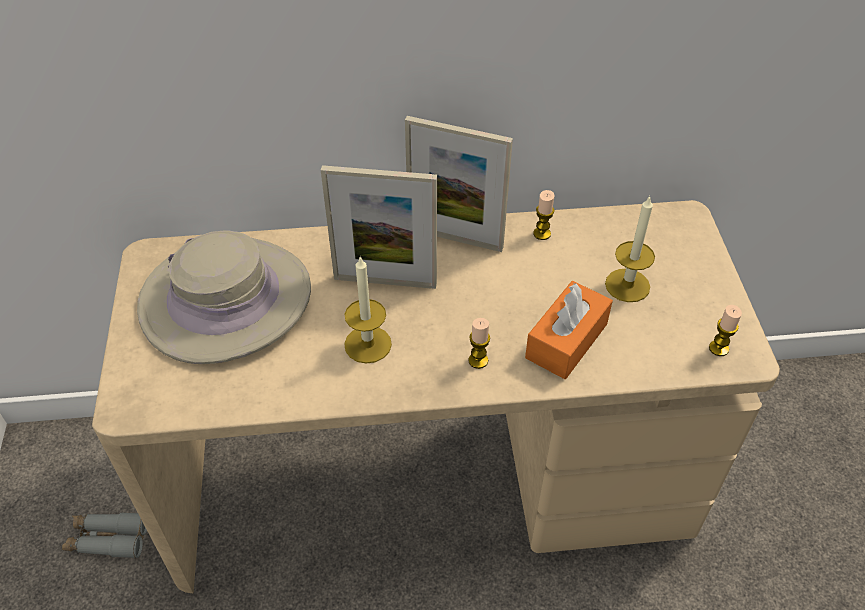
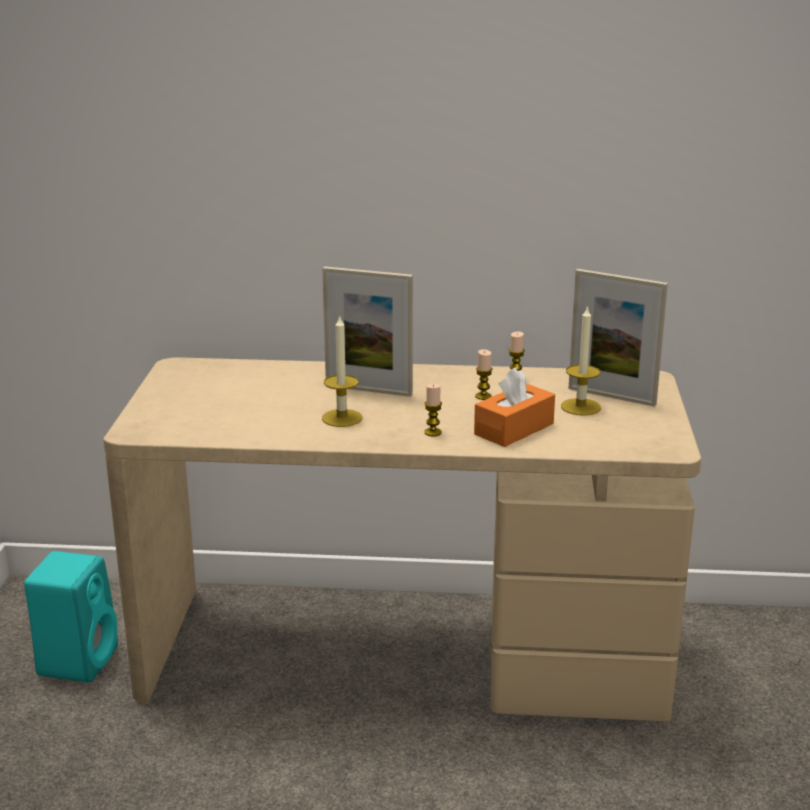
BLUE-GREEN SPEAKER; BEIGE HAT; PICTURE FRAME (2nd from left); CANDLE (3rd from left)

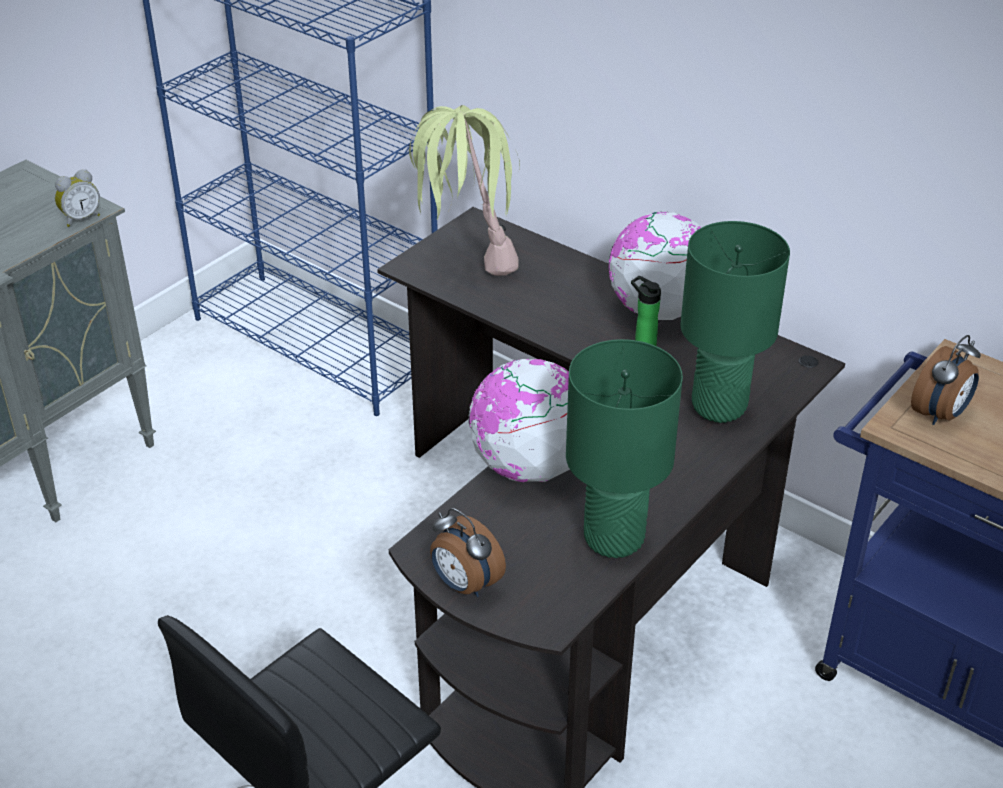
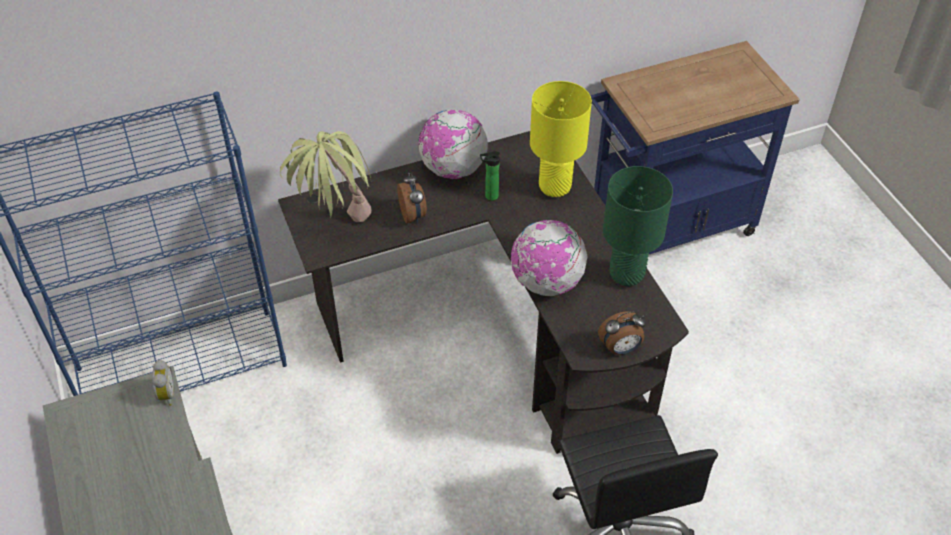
YELLOW-COLOURED TABLE LAMP; BEDSIDE CLOCK (2nd from left)

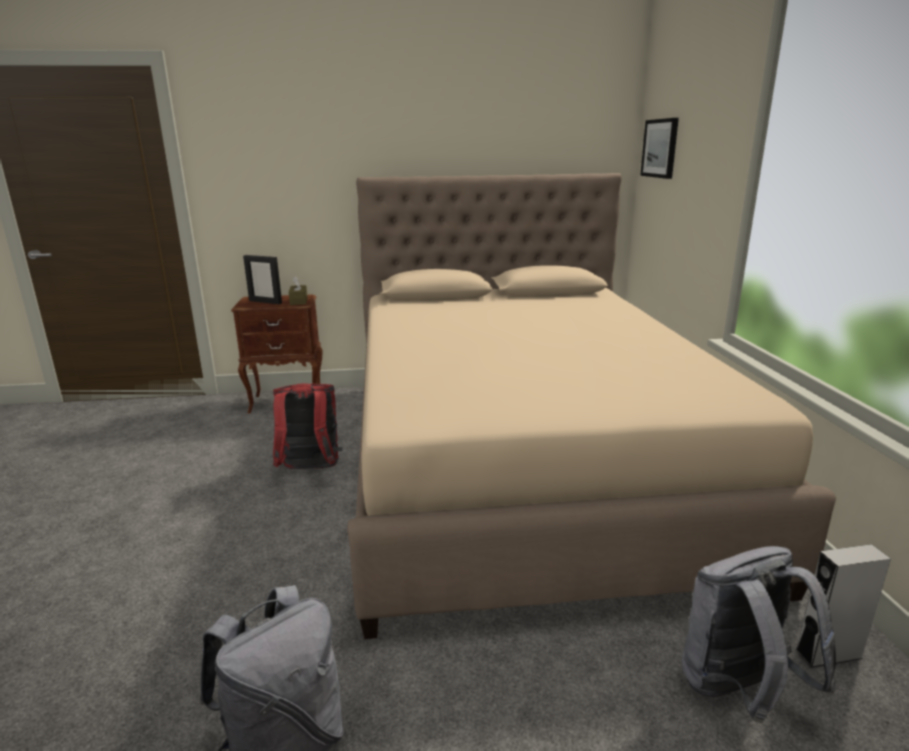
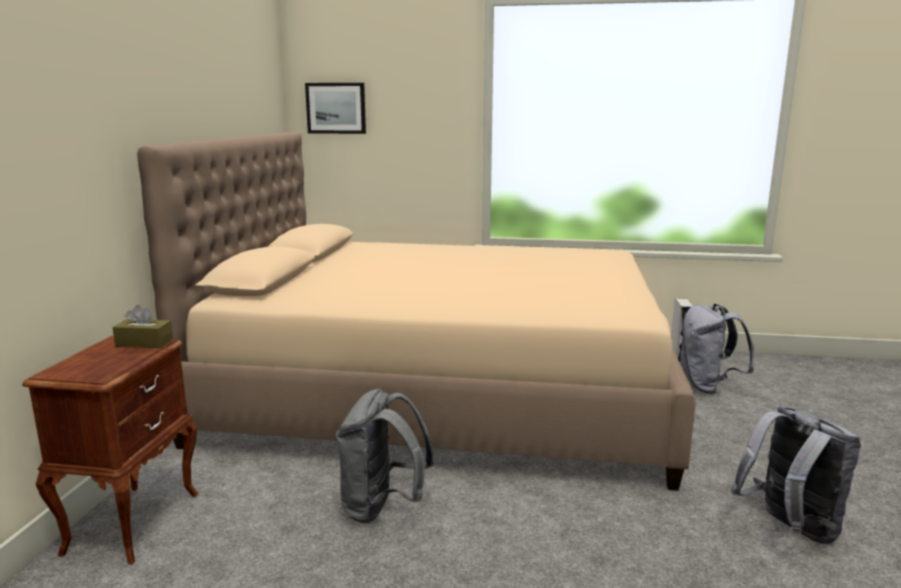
PICTURE FRAME; GRAY KNAPSACK (1st from left)

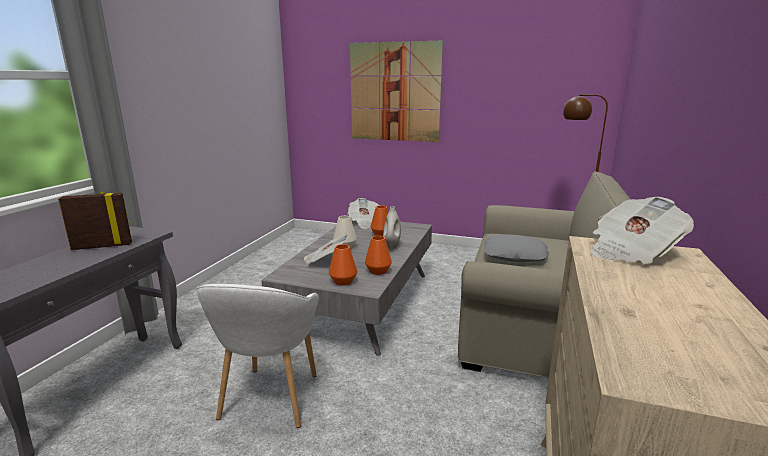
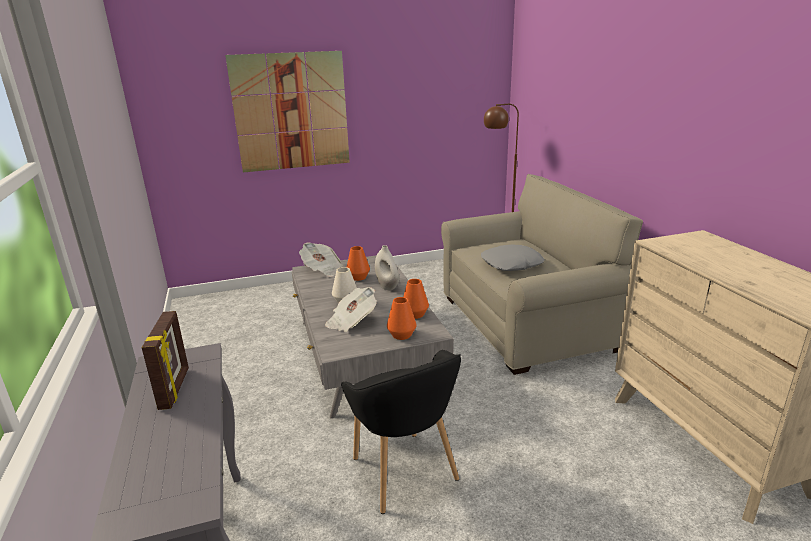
PICTURE FRAME; BLACKISH ARMCHAIR; PRINTED PAPER (3rd from left in the first image)

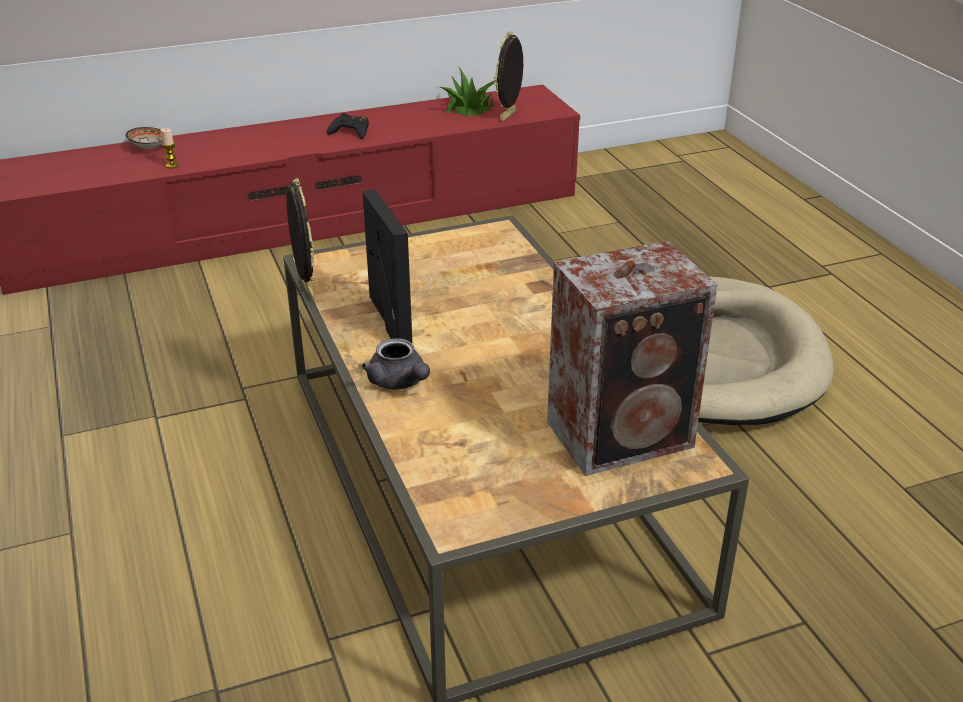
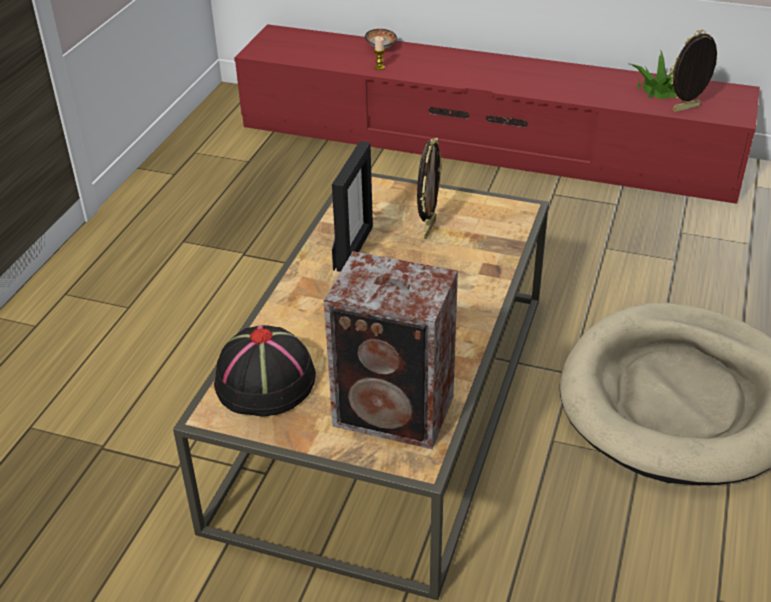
PICTURE FRAME (2nd from left); BLACKISH GAME CONTROLLER; GRAY TEA POT; BLACKISH HAT

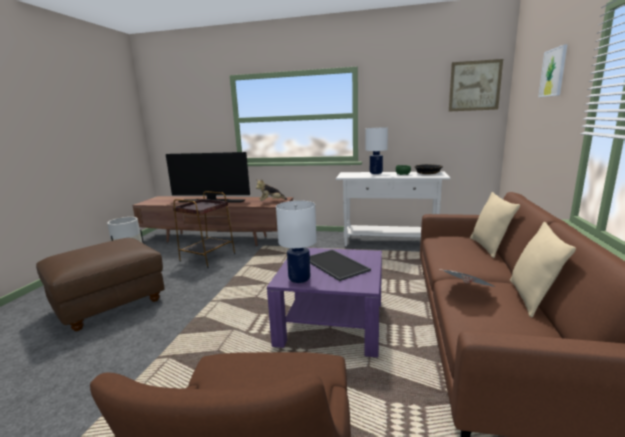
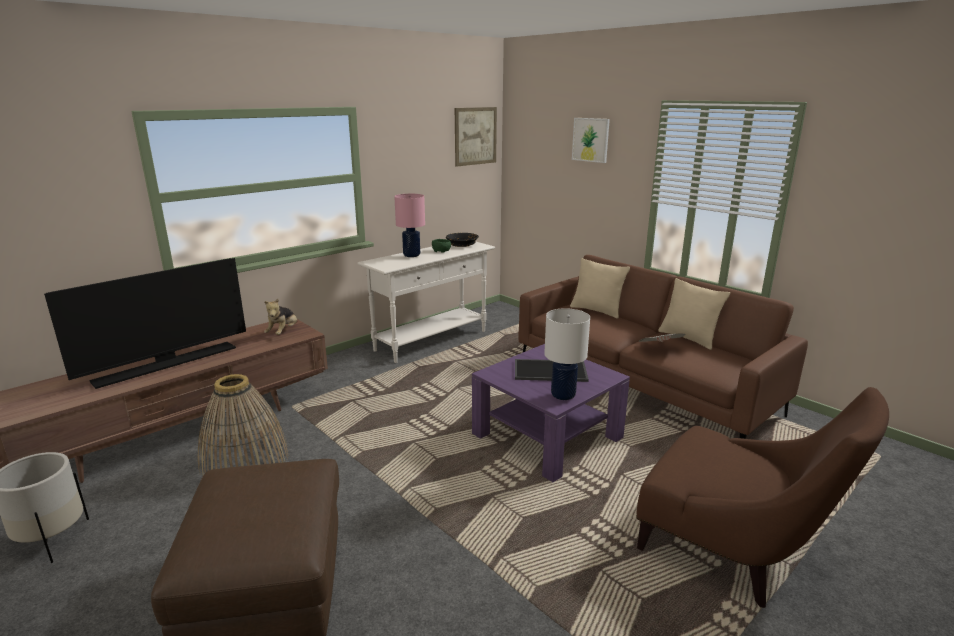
STORAGE BASKET; PINK TABLE LAMP

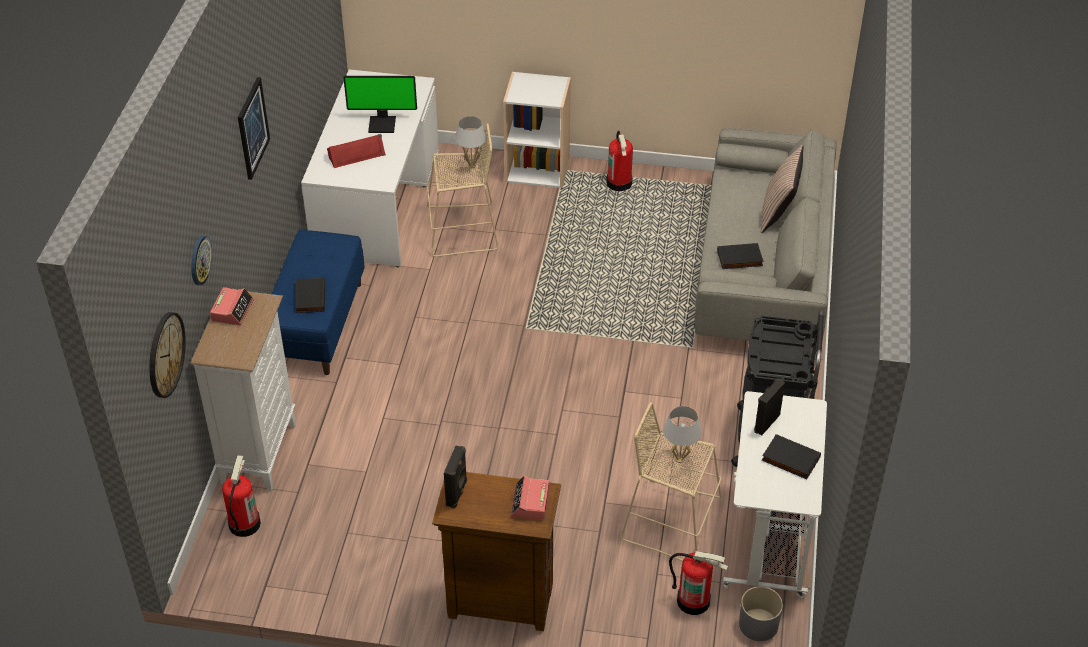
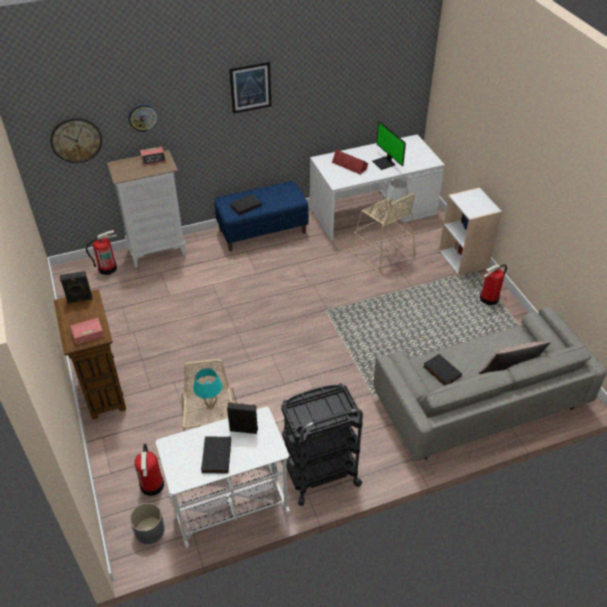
BLUE-GREEN TABLE LAMP

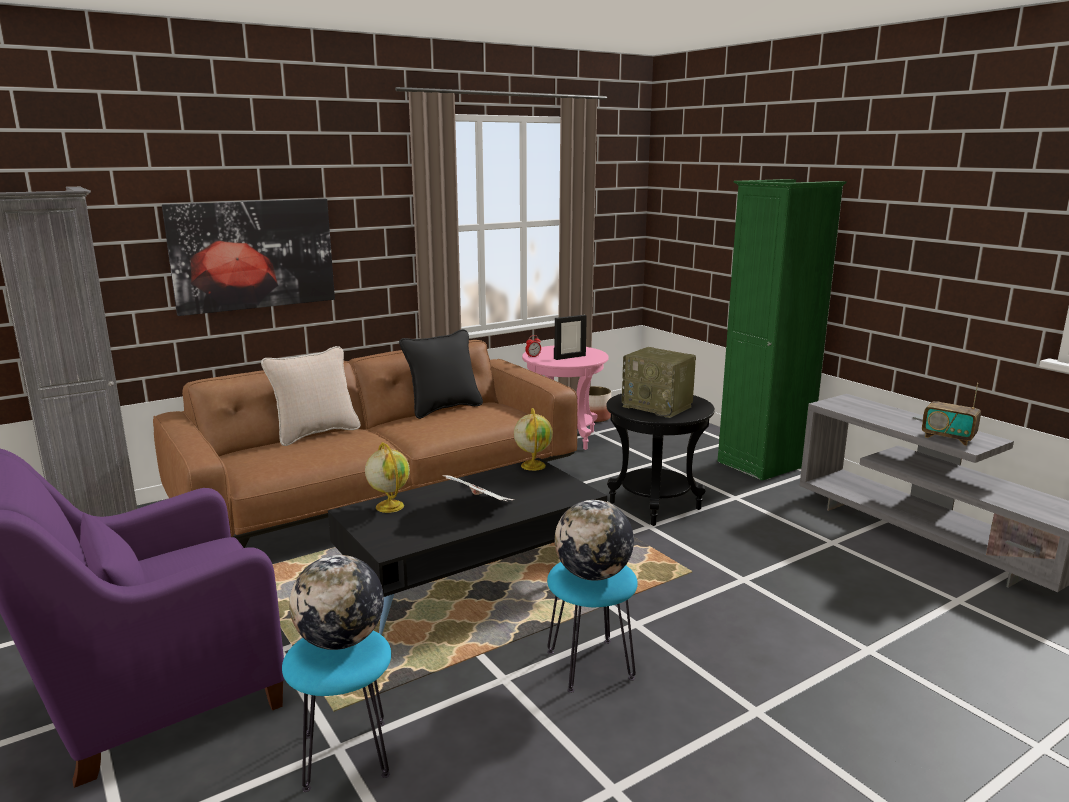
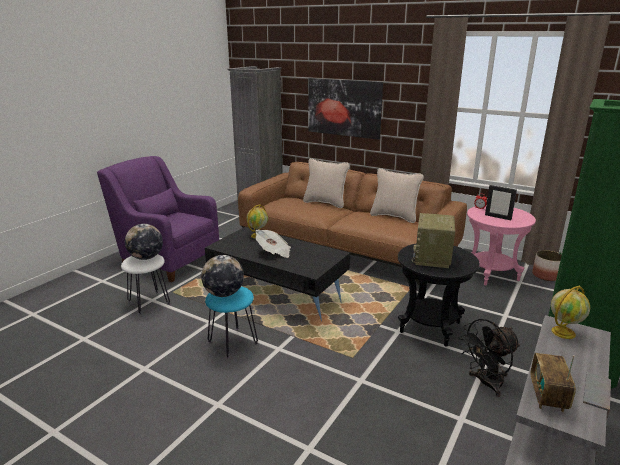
WHITISH STOOL; BEIGE THROW PILLOW (2nd from left); DESK GLOBE (4th from left); BLACKISH FAN

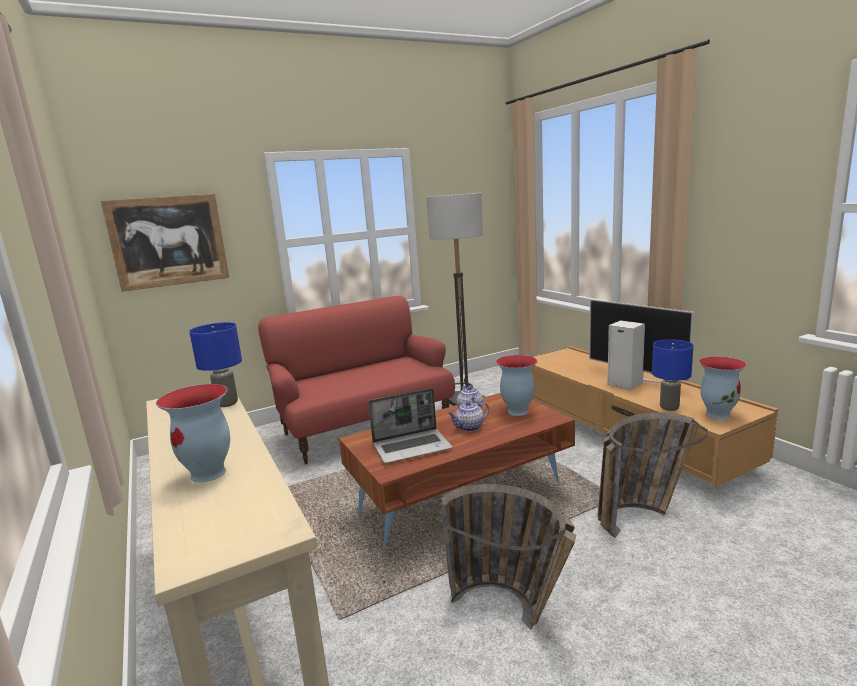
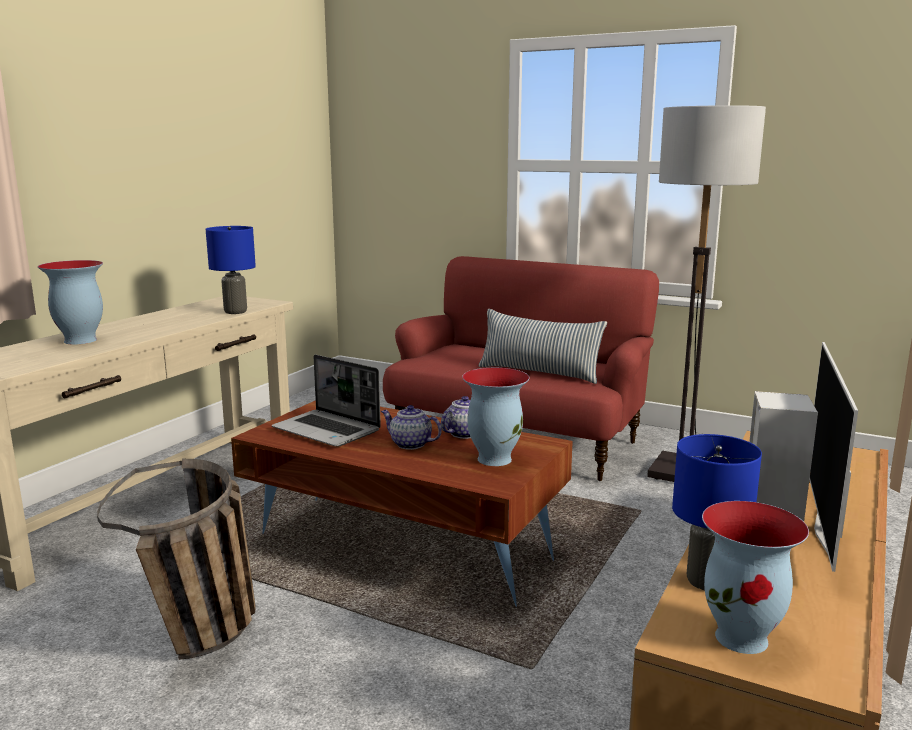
WALL ART; STORAGE BASKET (2nd from left in the first image); THROW PILLOW

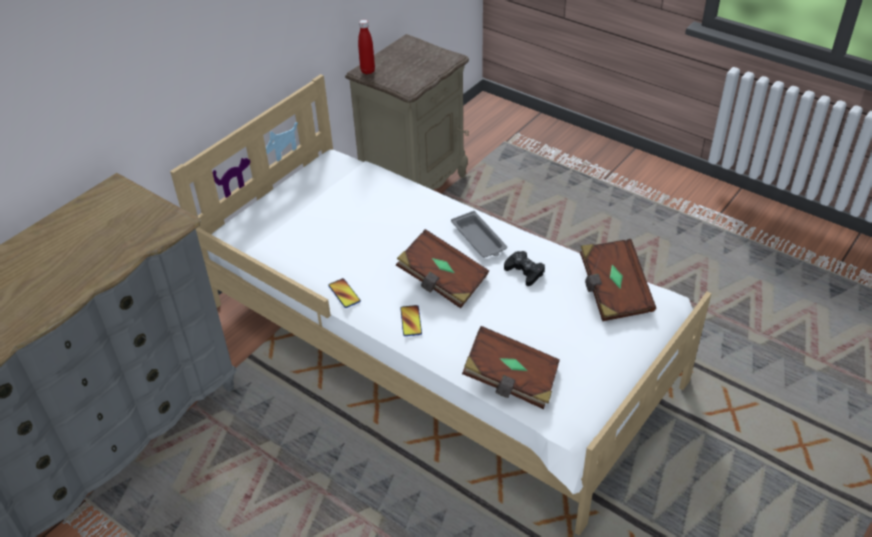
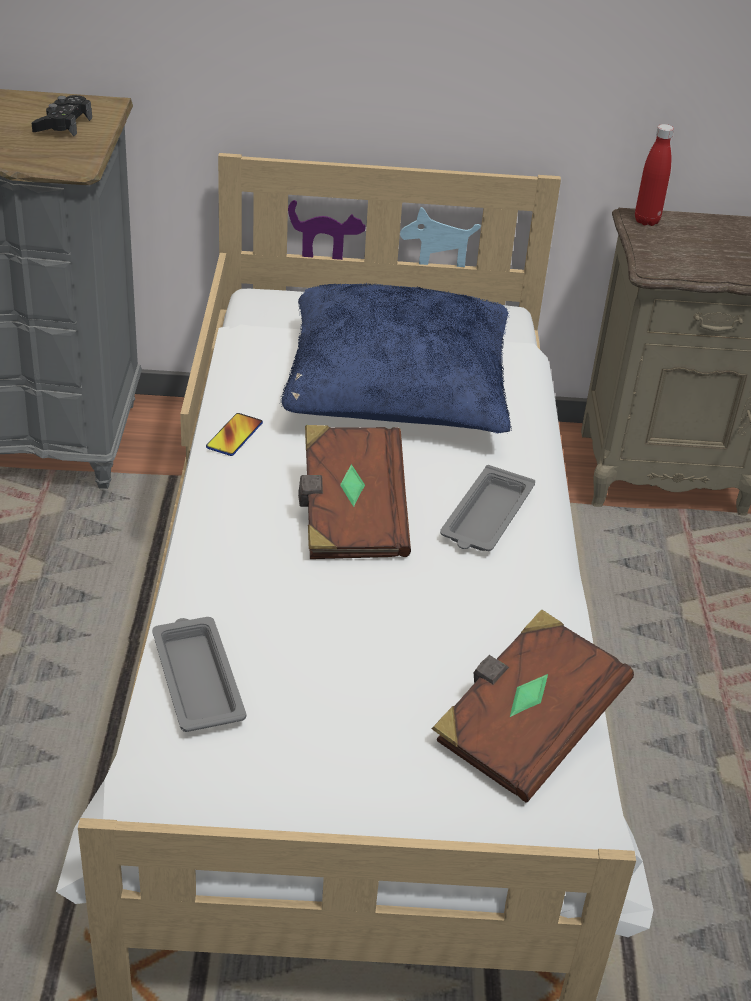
HANDSET (2nd from left in the first image); GRAY TRAY (1st from left); BLACKISH GAME CONTROLLER; BLUE THROW PILLOW

